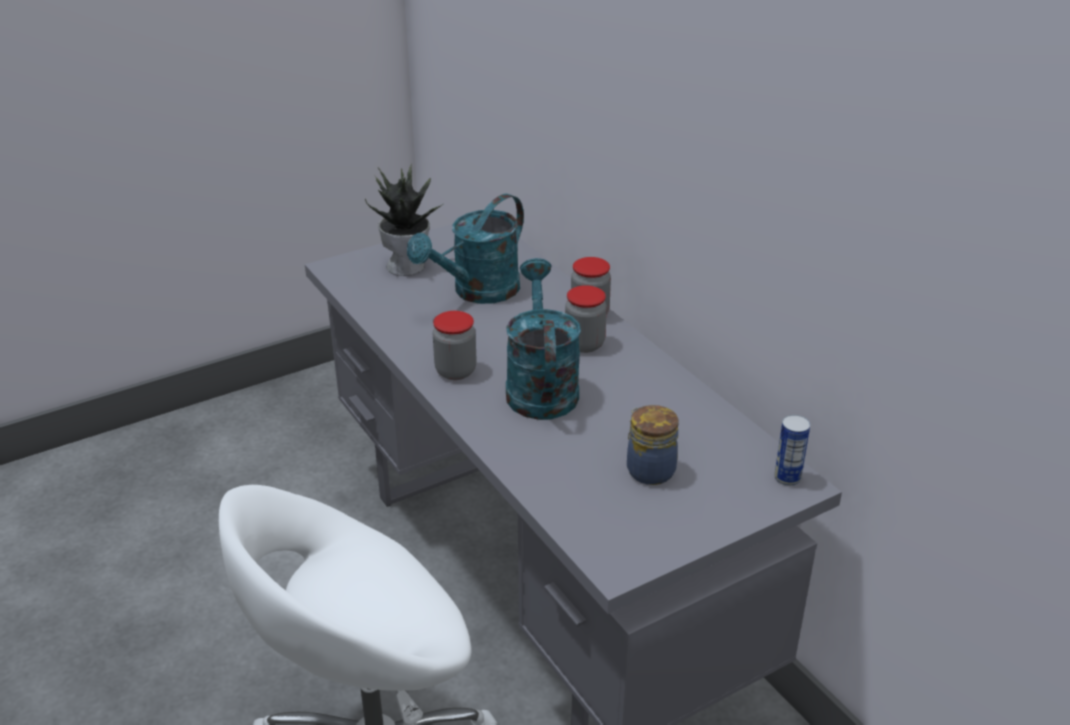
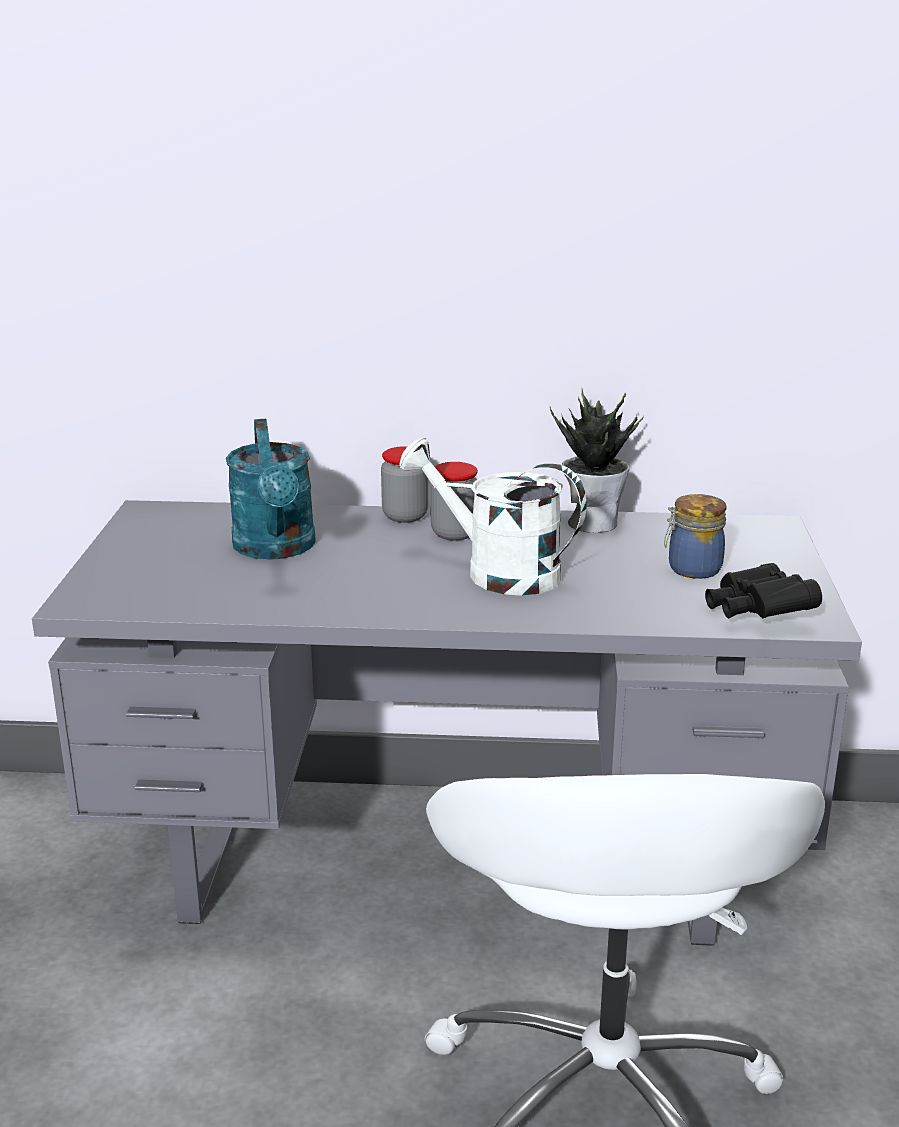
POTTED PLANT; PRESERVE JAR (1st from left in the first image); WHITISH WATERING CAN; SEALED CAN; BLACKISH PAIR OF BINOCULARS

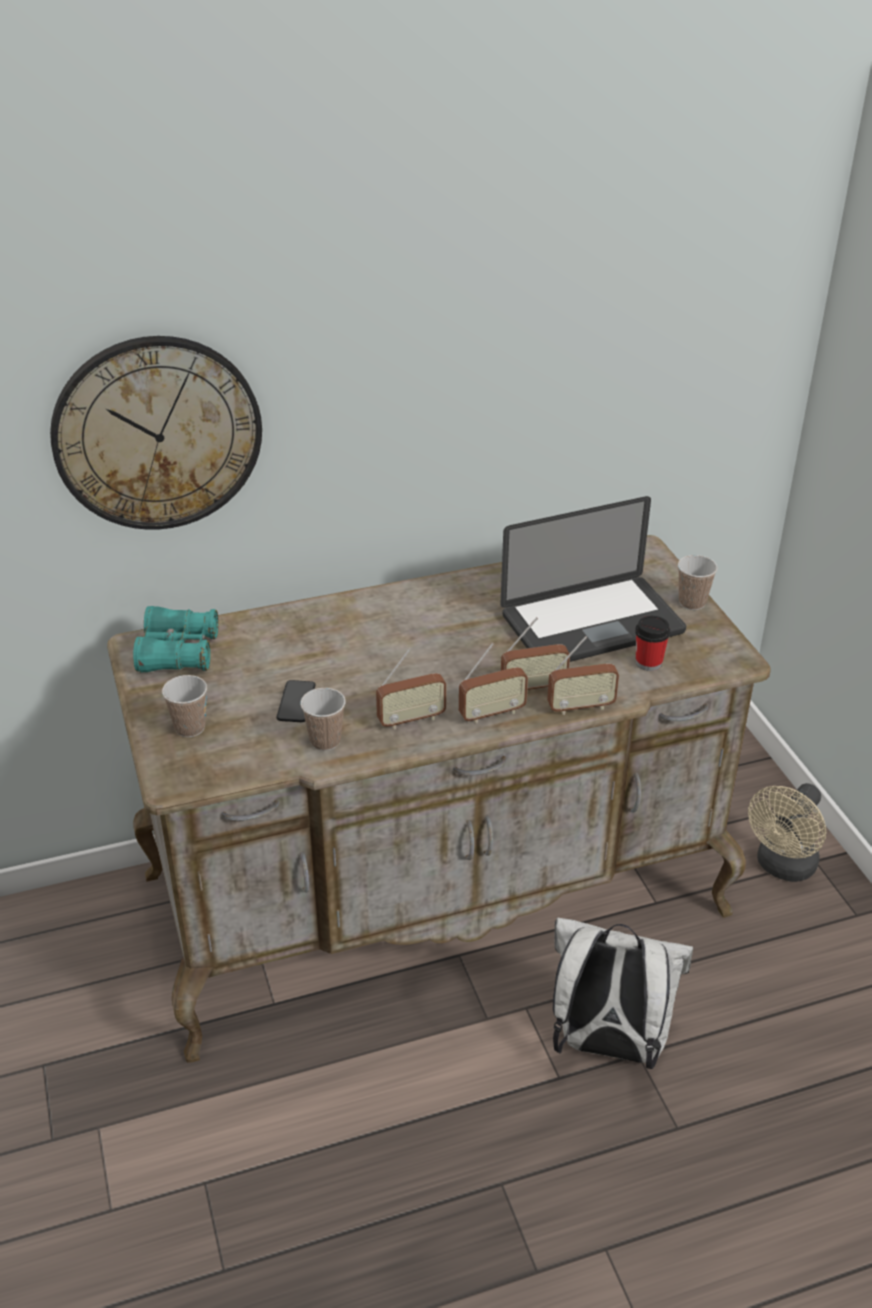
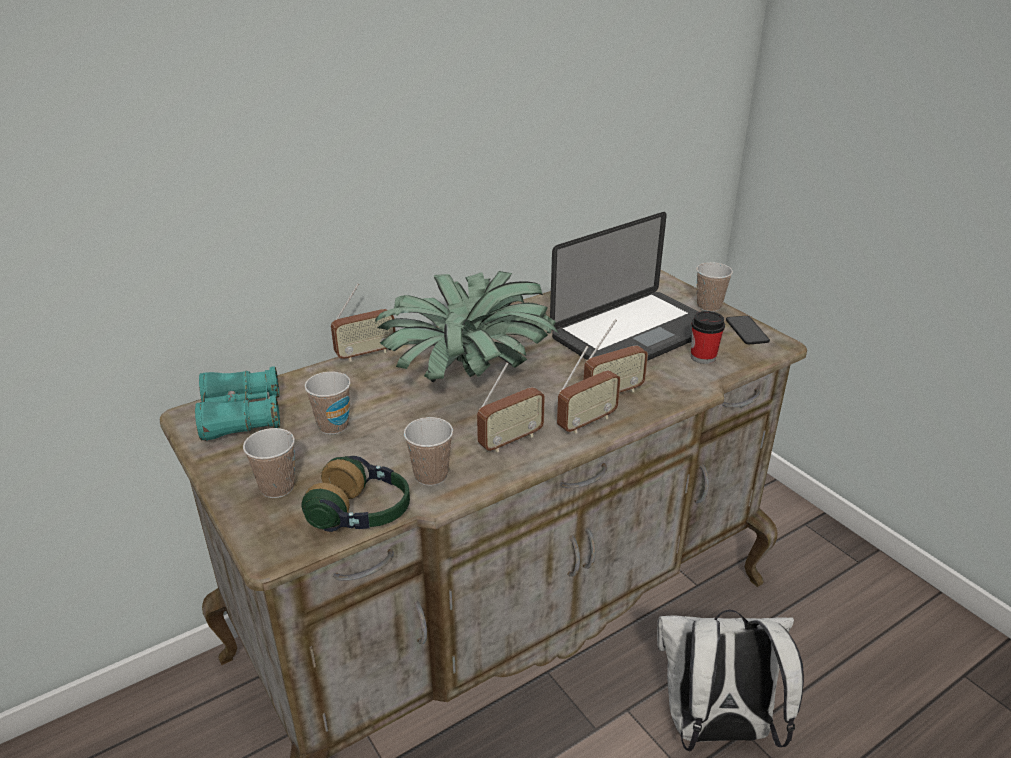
CLOCK ON THE WALL; HANDSET; RADIO SET (1st from left); BEIGE FAN; HEADPHONES; DRINKING CUP (2nd from left); POTTED PLANT

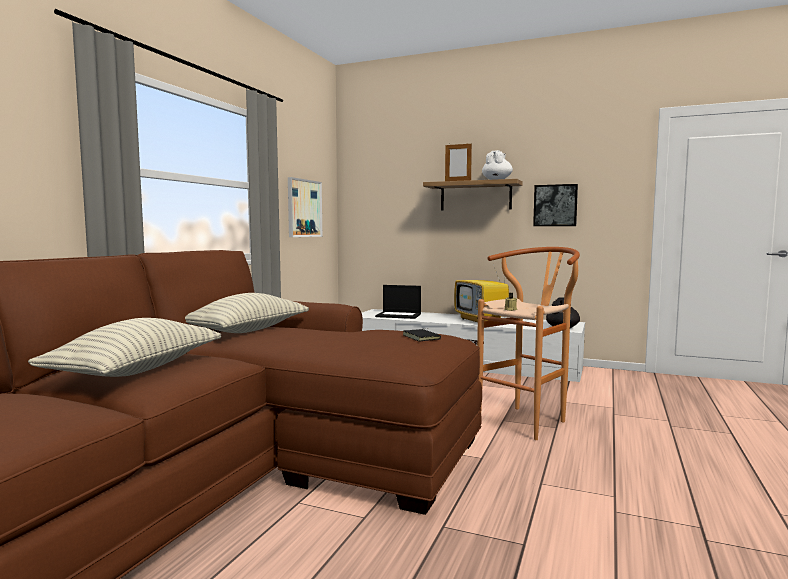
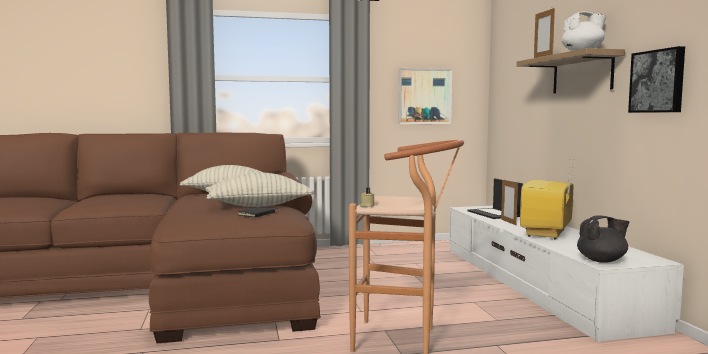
THROW PILLOW (2nd from left); PICTURE FRAME (1st from left)

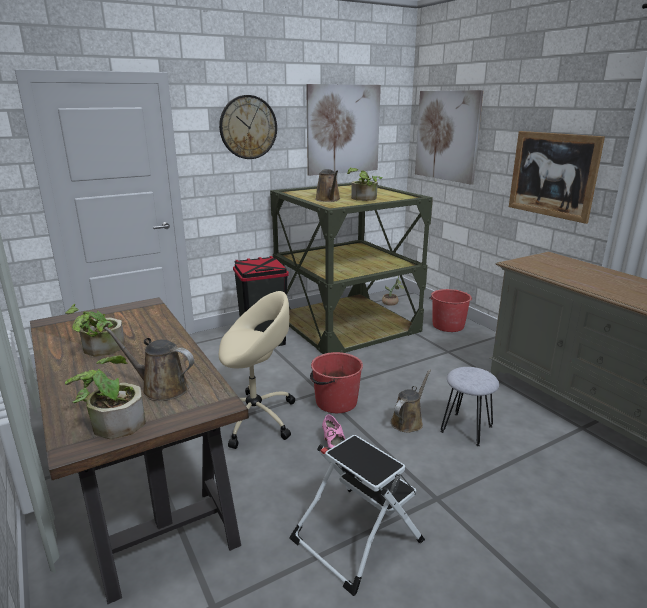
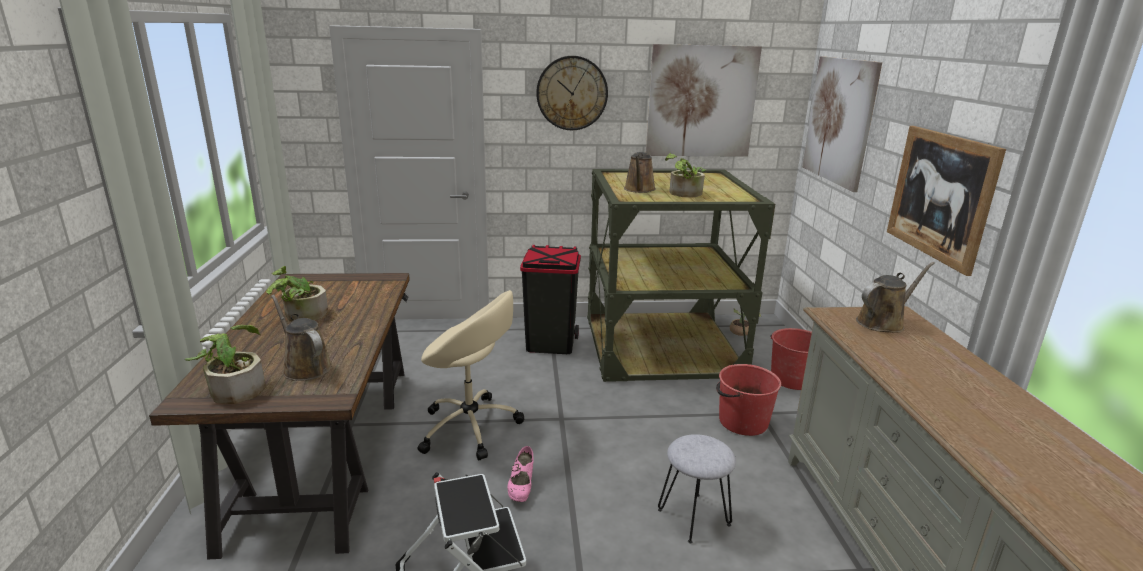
RED PAIL (1st from left); BROWN WATERING CAN (3rd from left)

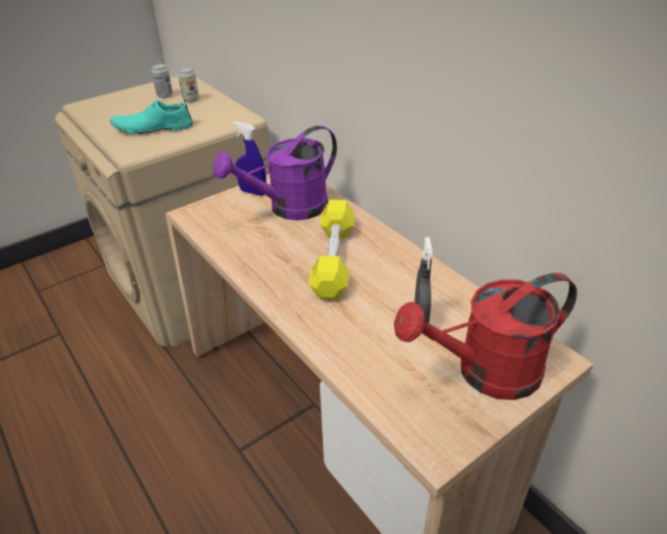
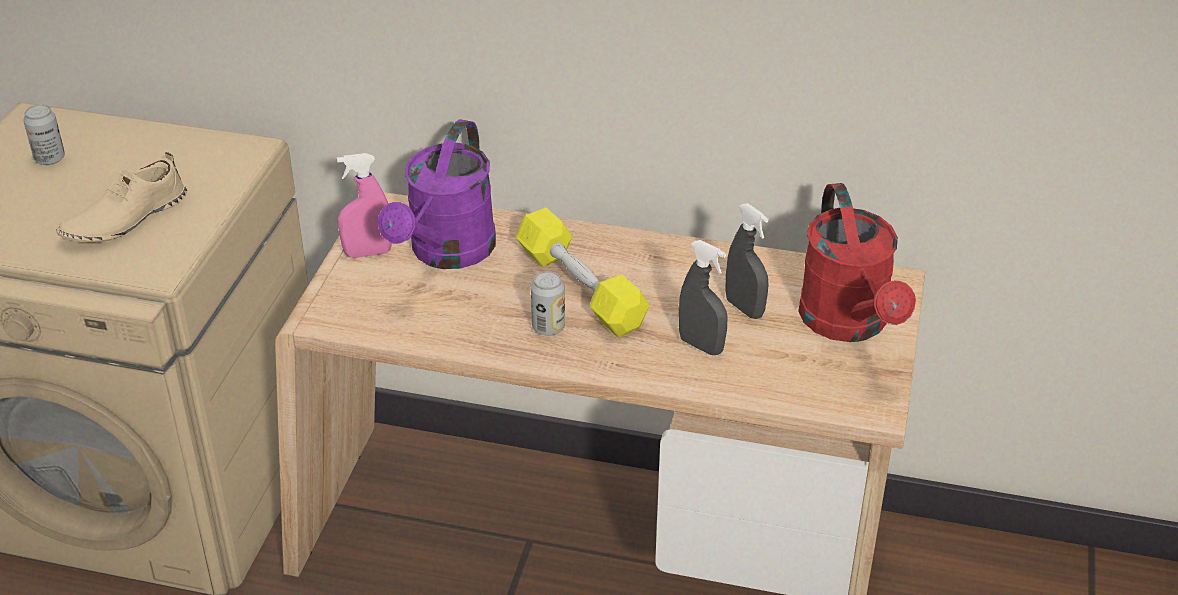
BEIGE LOW SHOE; SEALED CAN (2nd from left); PINK HAND SPRAYER; RED WATERING CAN; GRAY HAND SPRAYER (1st from left)

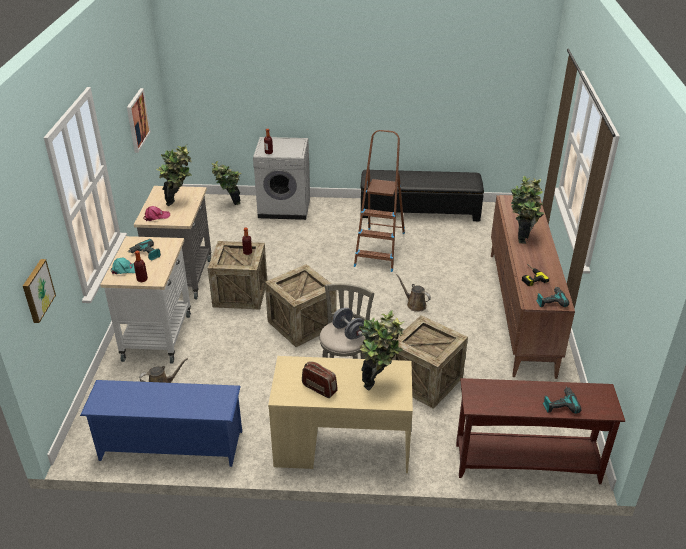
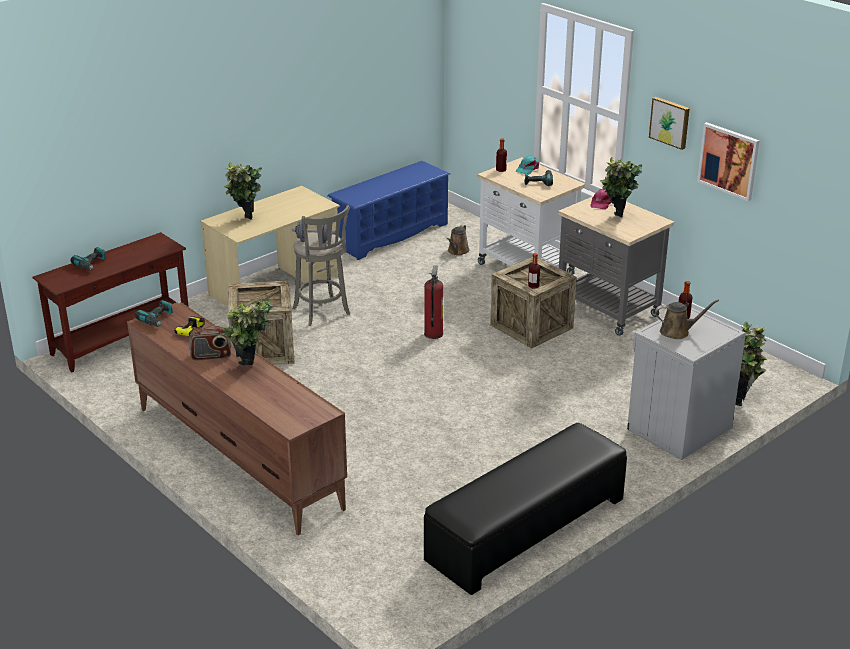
WALL ART (1st from left); FIRE EXTINGUISHER; RADIO SET; BROWN STEP LADDER; BROWN WATERING CAN (2nd from left)

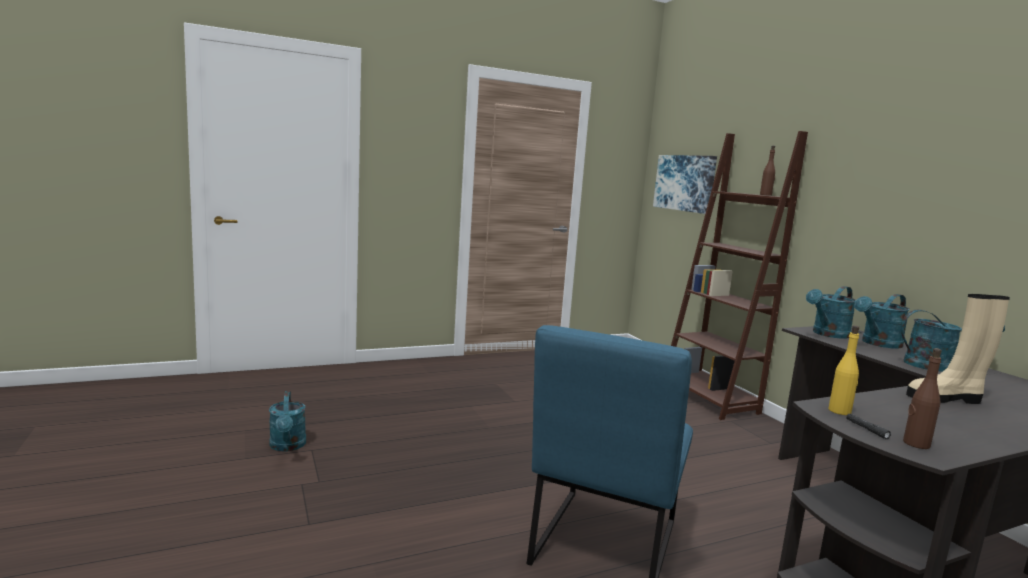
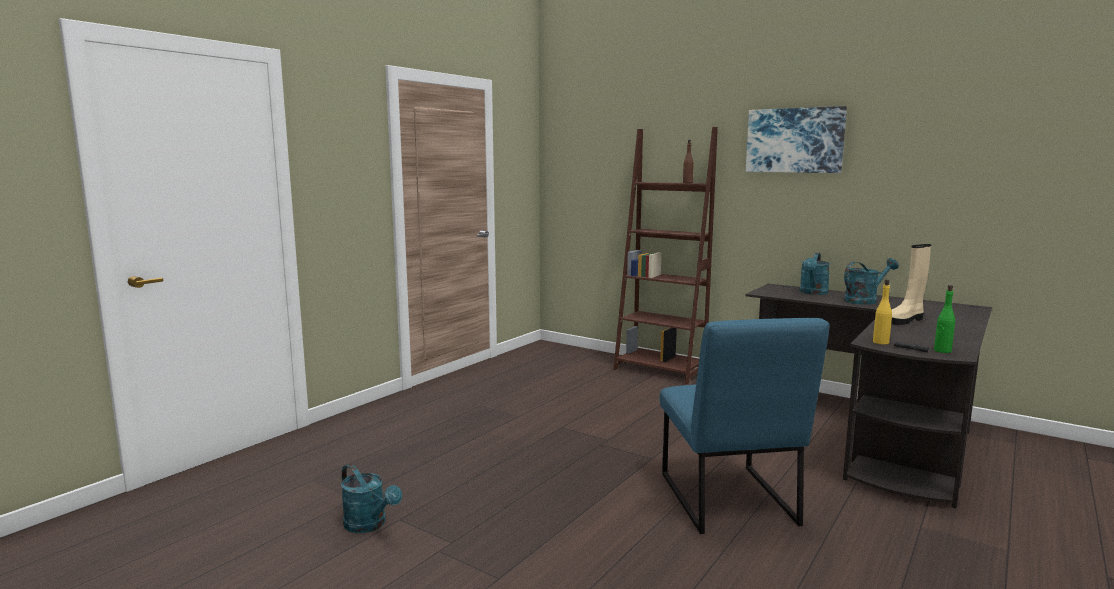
WALL ART; BLUE-GREEN WATERING CAN (2nd from left in the first image); GREENISH DRINK BOTTLE

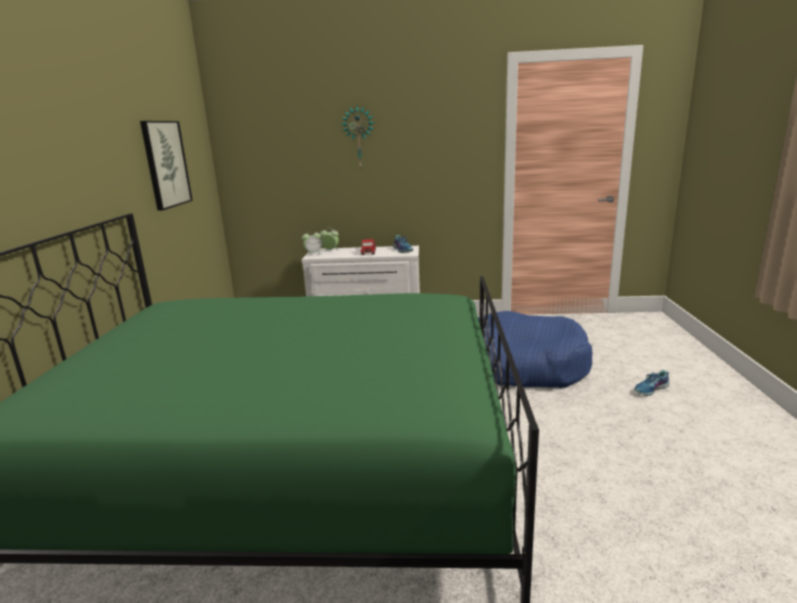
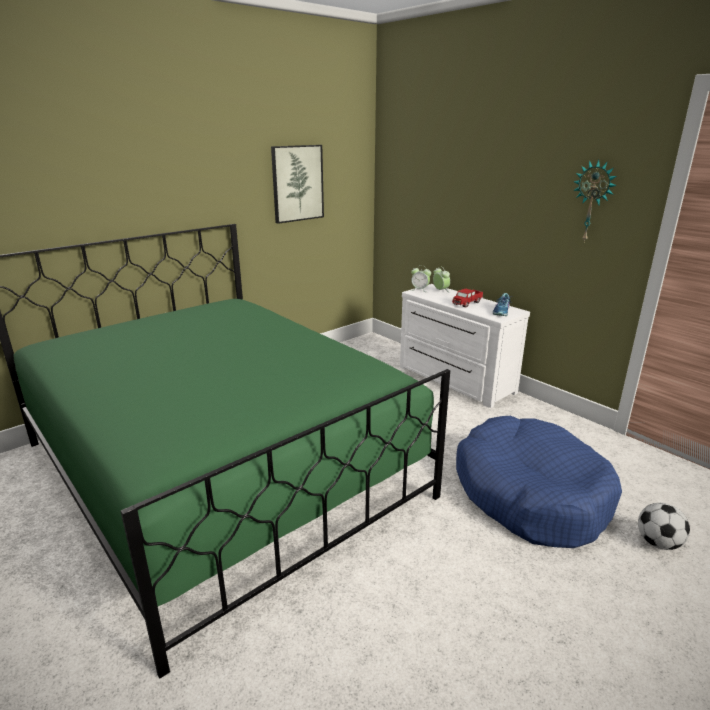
CLOCK ON THE WALL; LOW SHOE (2nd from left in the first image); FOOTBALL

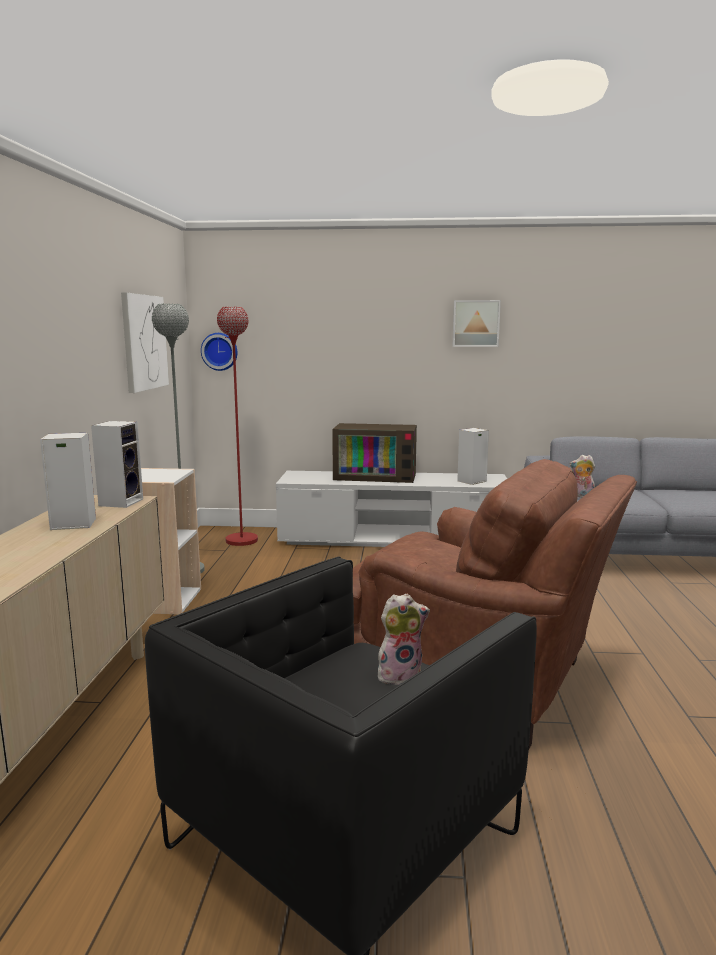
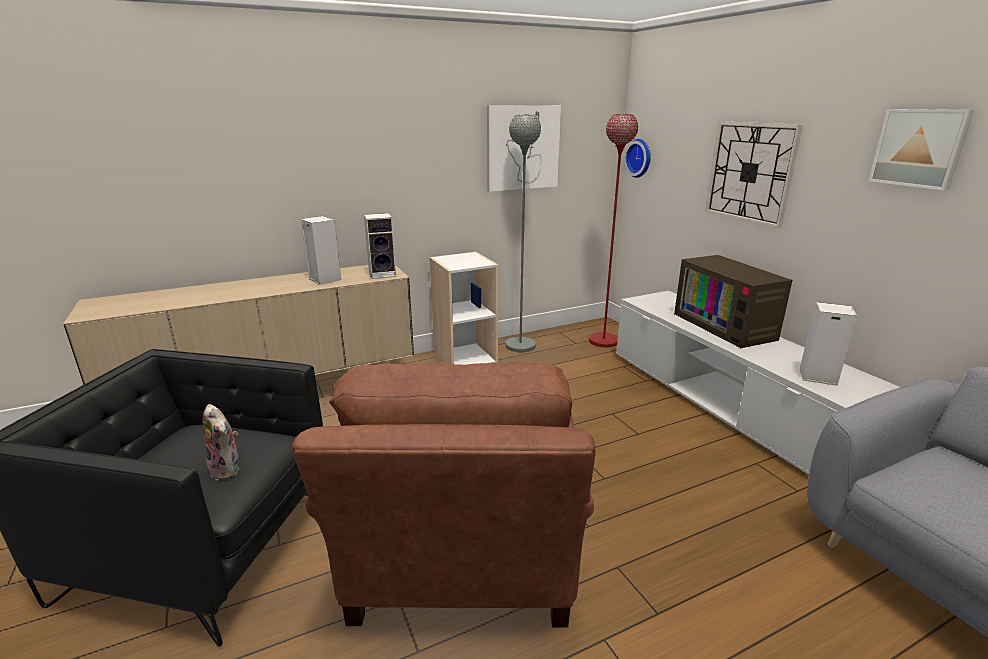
SOFT TOY (2nd from left in the first image); CLOCK ON THE WALL (2nd from left)

